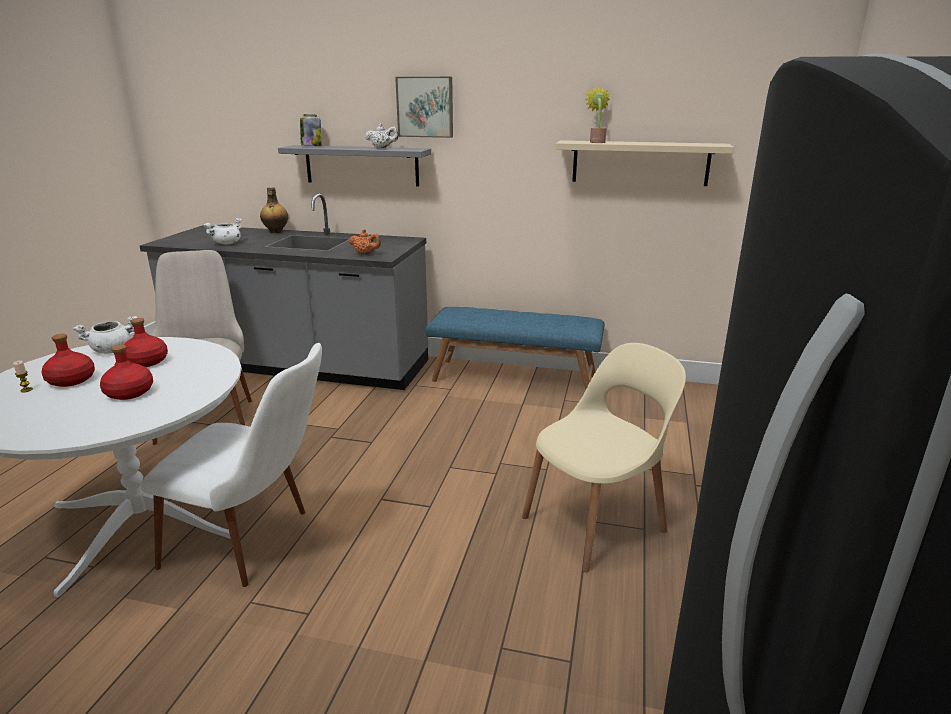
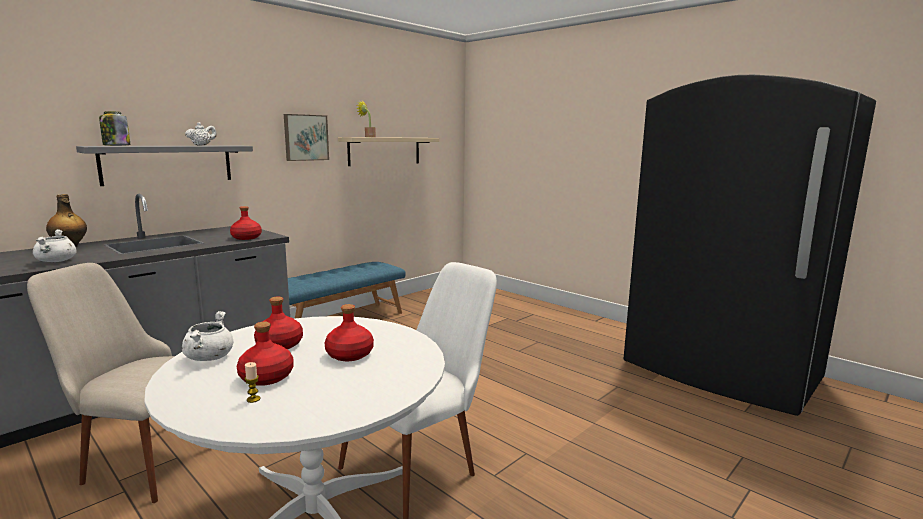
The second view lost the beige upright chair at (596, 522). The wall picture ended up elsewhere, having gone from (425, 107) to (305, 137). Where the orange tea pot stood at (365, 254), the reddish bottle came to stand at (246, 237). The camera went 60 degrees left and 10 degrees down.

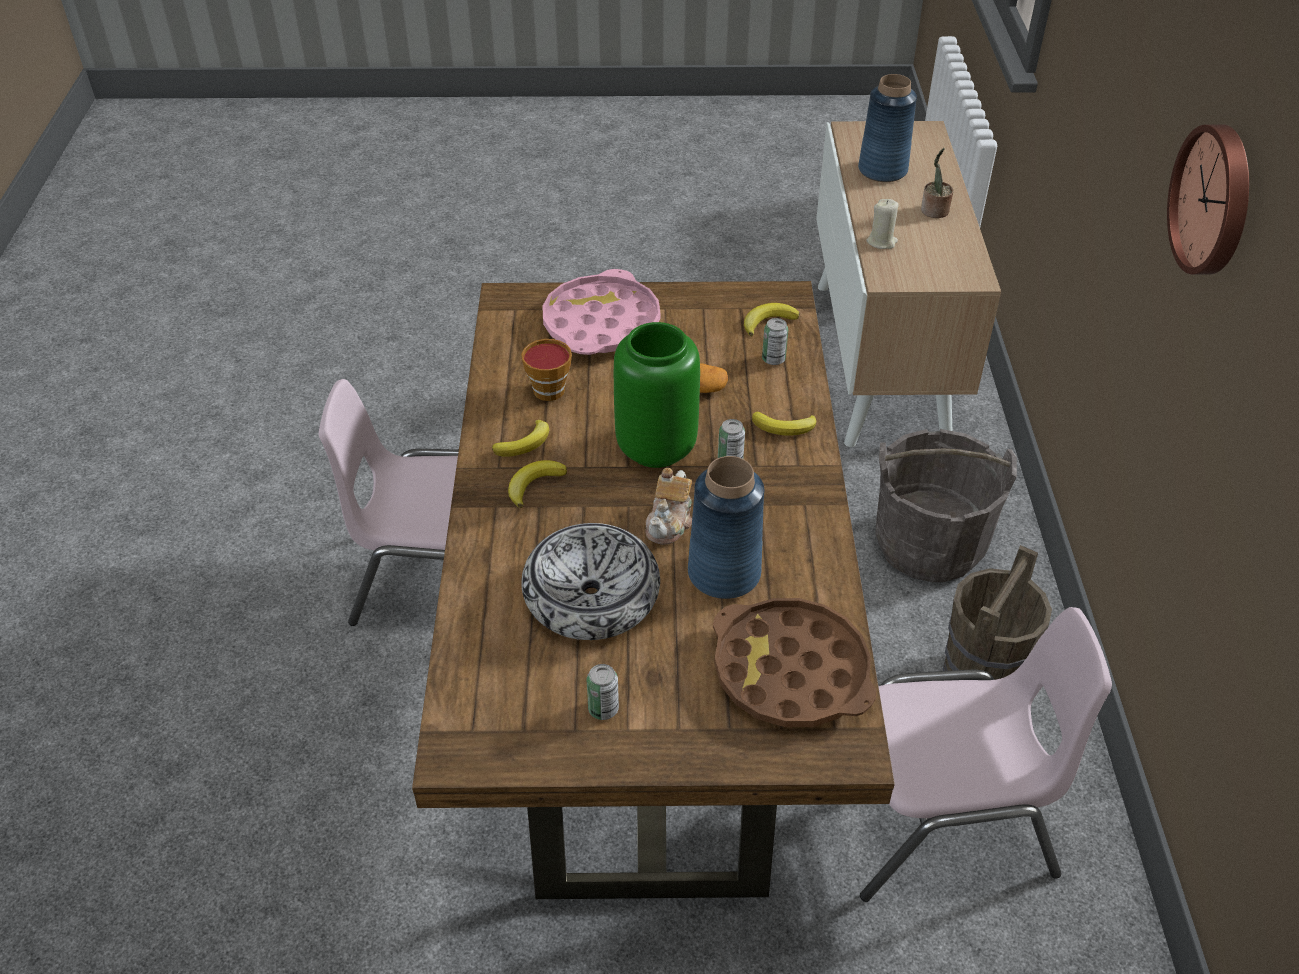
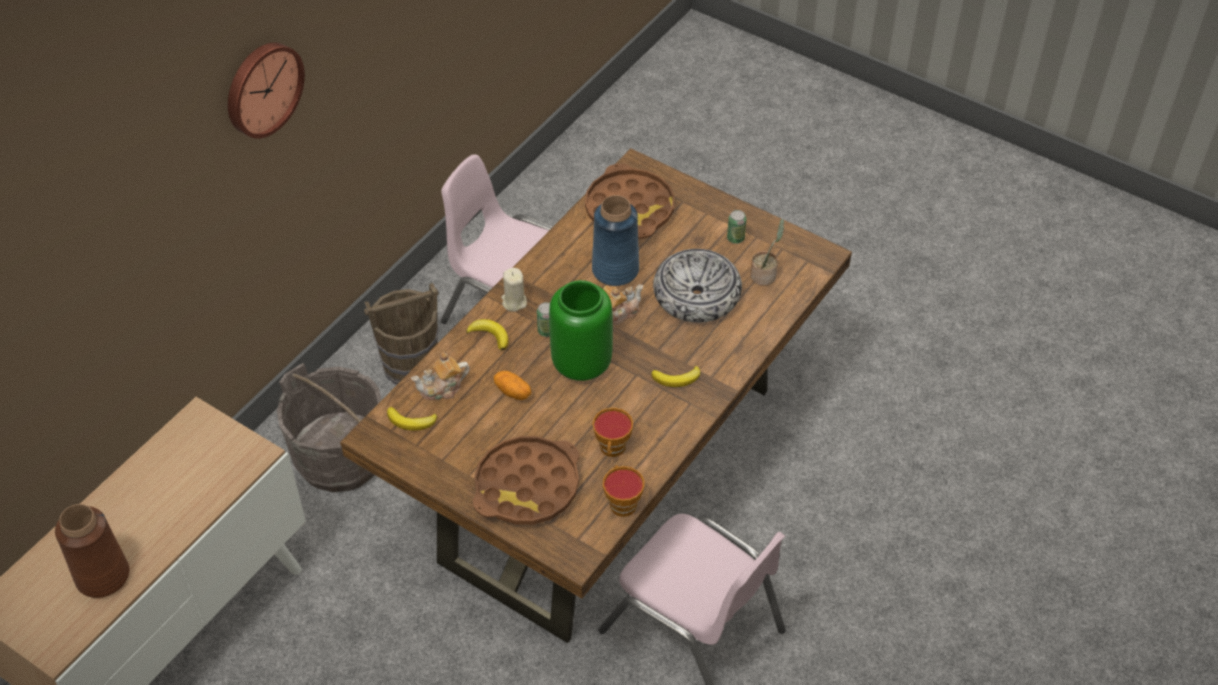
The second view lost the banana fruit at (525, 443). The second view gained the drinking cup at (621, 502). The beige wax light ended up elsewhere, having gone from (881, 242) to (514, 302). The plant in a pot ended up elsewhere, having gone from (934, 211) to (765, 275). Where the sealed can stood at (773, 359), the tea pot came to stand at (442, 388). What was the pink-coloured tray at (601, 324) turned into the brown-coloured tray at (527, 487). What was the blue decorative vase at (883, 170) turned into the brown-coloured decorative vase at (102, 576). The camera went 145 degrees left and 5 degrees up.

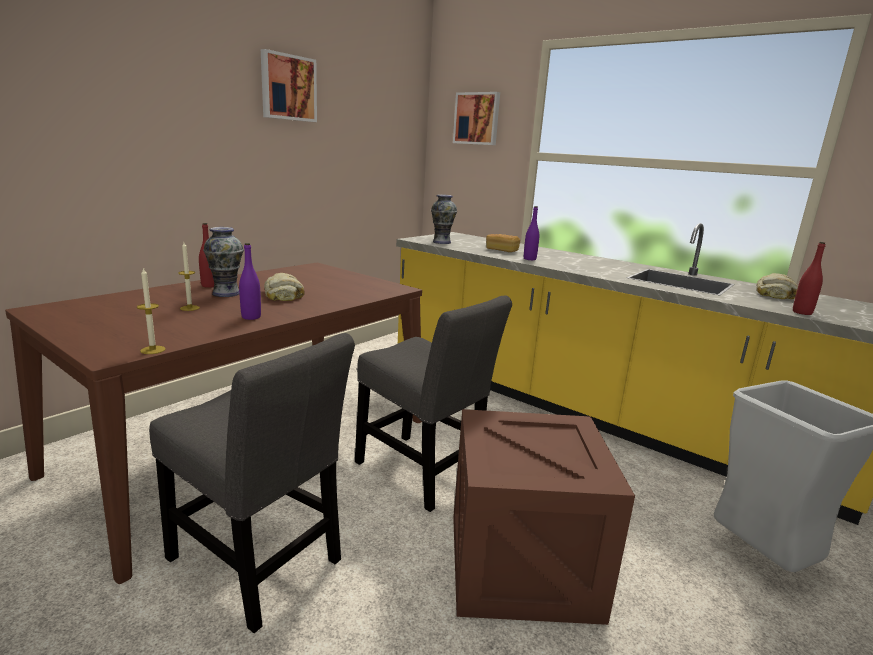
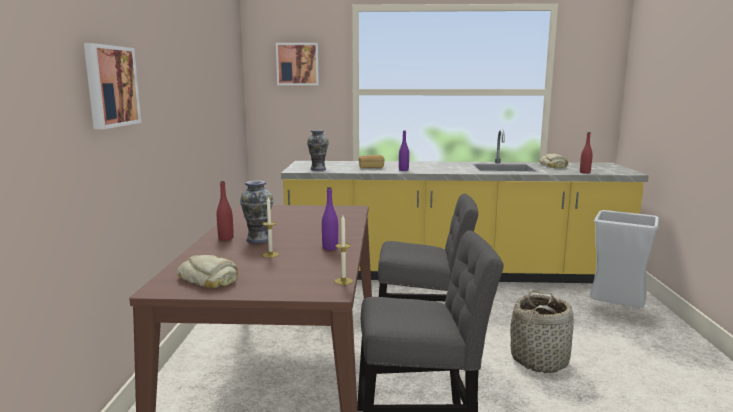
The wall picture ended up elsewhere, having gone from (288, 87) to (110, 86). The baked bread ended up elsewhere, having gone from (283, 294) to (209, 279). Where the packing crate stood at (521, 564), the basket came to stand at (539, 360). The camera went 35 degrees left and 5 degrees down.

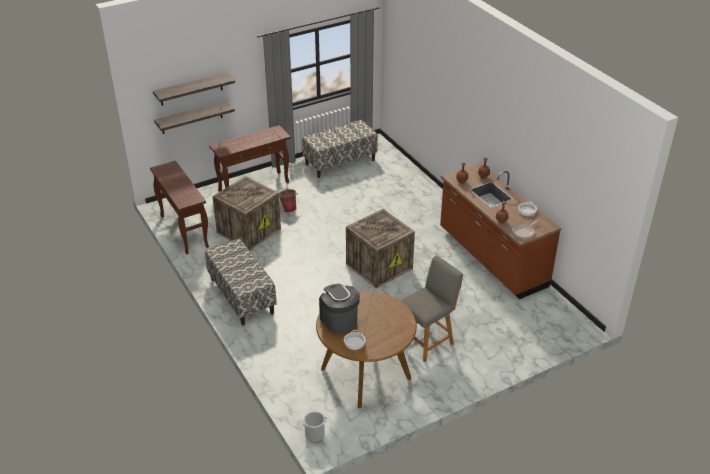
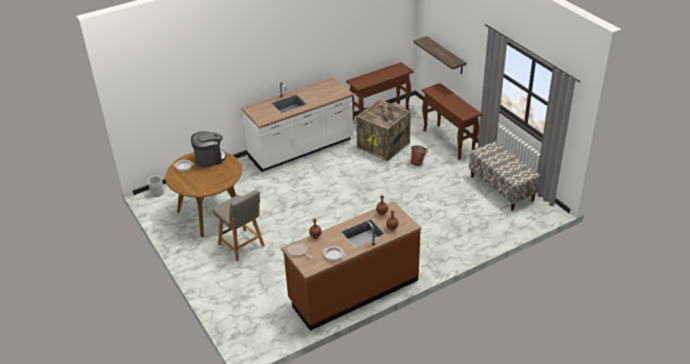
The second view lost the wall shelf at (191, 89). The second view lost the packing crate at (379, 265). Where the long seat stood at (241, 296), the white kitchen base unit came to stand at (301, 149). The camera went 90 degrees right and 0 degrees up.

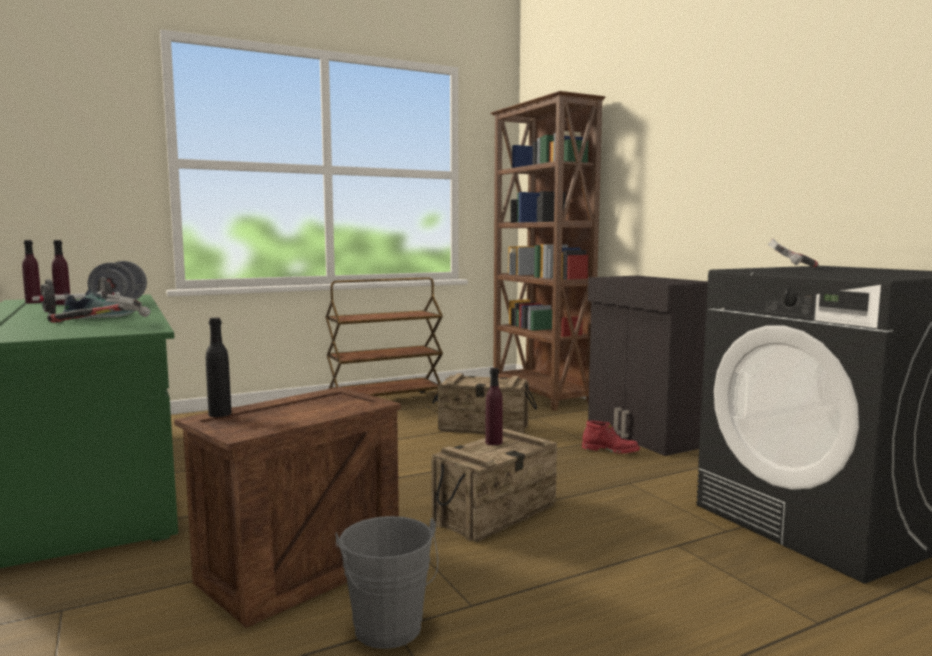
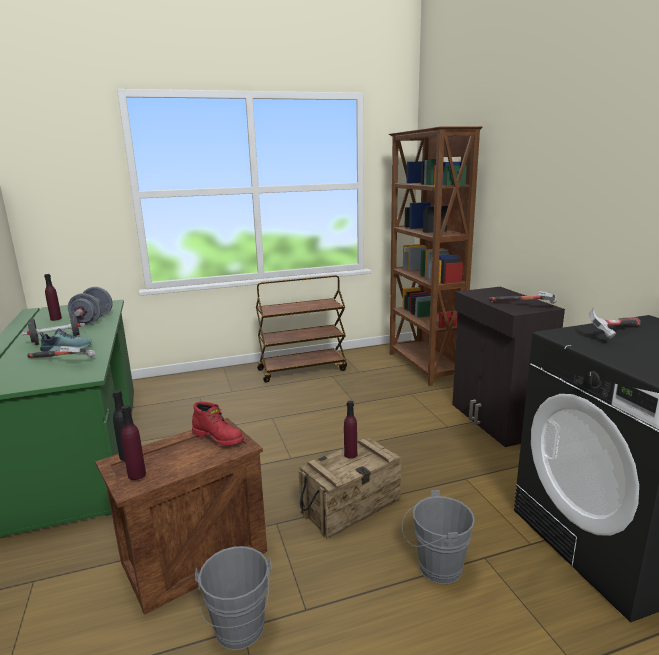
The second view lost the packing crate at (484, 427). The second view gained the gray bucket at (435, 567). The second view gained the tool hammer at (523, 306). The purple bottle ended up elsewhere, having gone from (33, 302) to (137, 475). The reddish boot ended up elsewhere, having gone from (610, 450) to (219, 437). The camera went 10 degrees right and 10 degrees up.

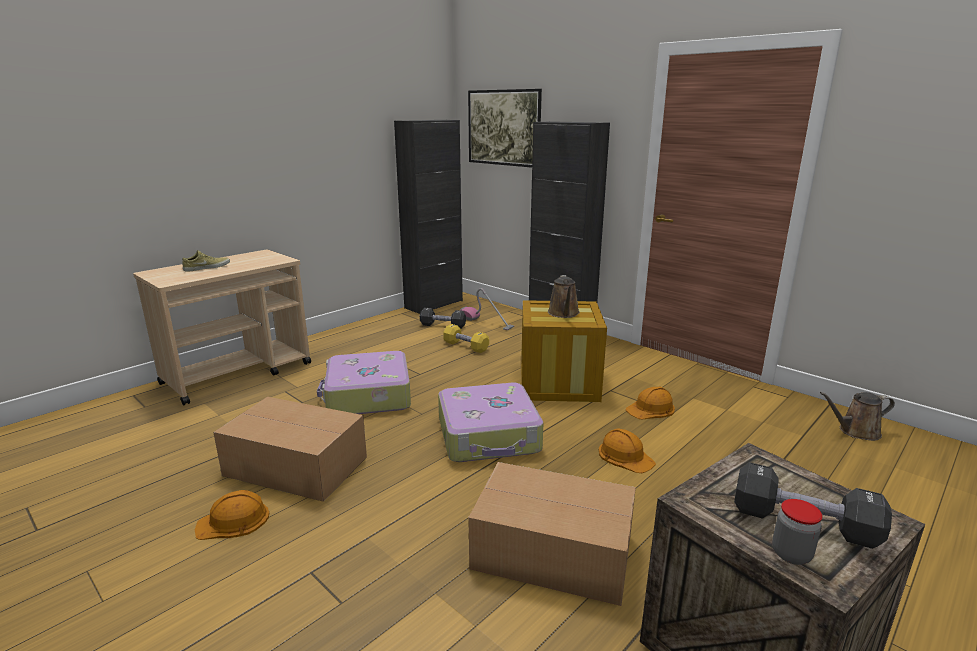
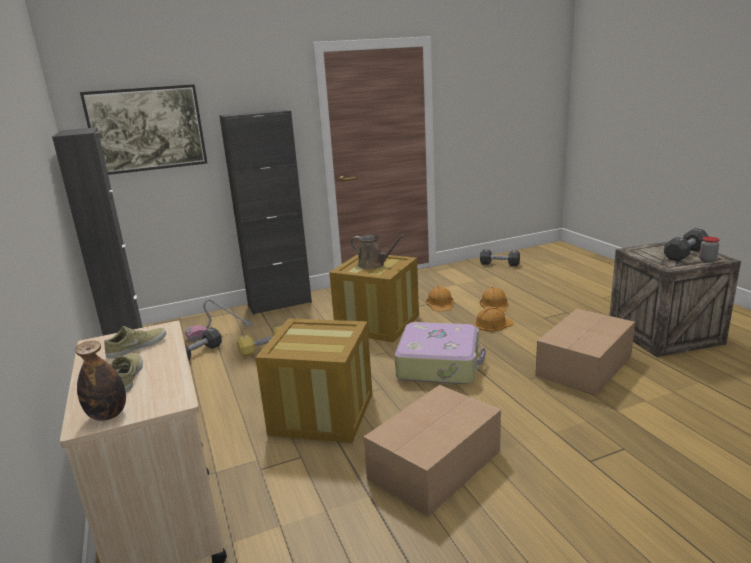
The second view gained the bottle at (108, 415). The second view gained the beige item of footwear at (137, 346). The orange hard hat ended up elsewhere, having gone from (233, 521) to (494, 304). Where the travel case stood at (367, 396), the packing crate came to stand at (322, 413). Where the brown-coloured sprinkling can stood at (855, 431), the black dumbbell came to stand at (499, 264). The camera went 65 degrees left and 0 degrees up.

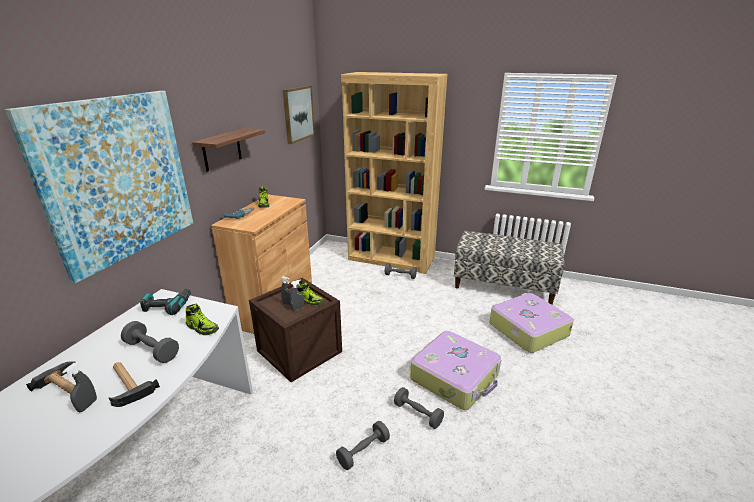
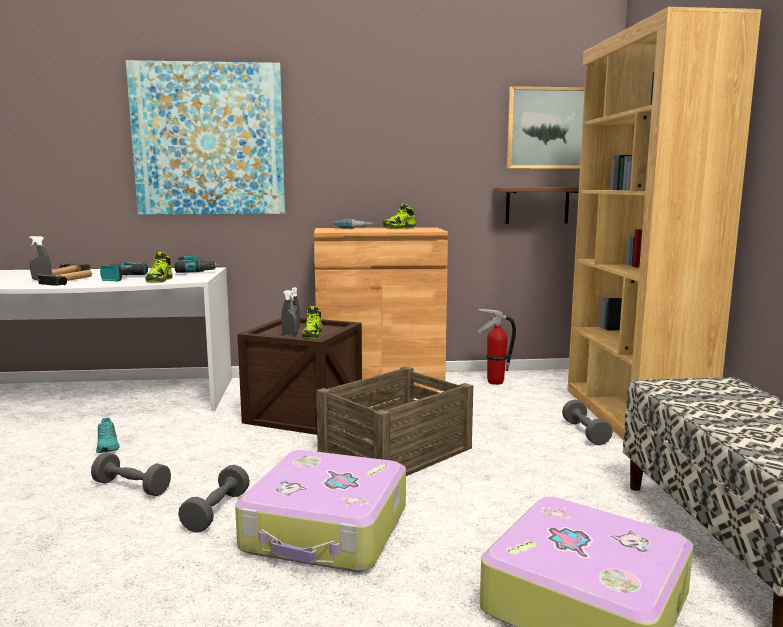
The second view gained the turquoise item of footwear at (108, 445). The second view gained the packing crate at (396, 451). The second view gained the extinguisher at (494, 382). The wall shelf ended up elsewhere, having gone from (222, 149) to (537, 205). Where the gray dumbbell stood at (152, 350), the drill came to stand at (118, 278). The camera went 65 degrees right and 15 degrees down.

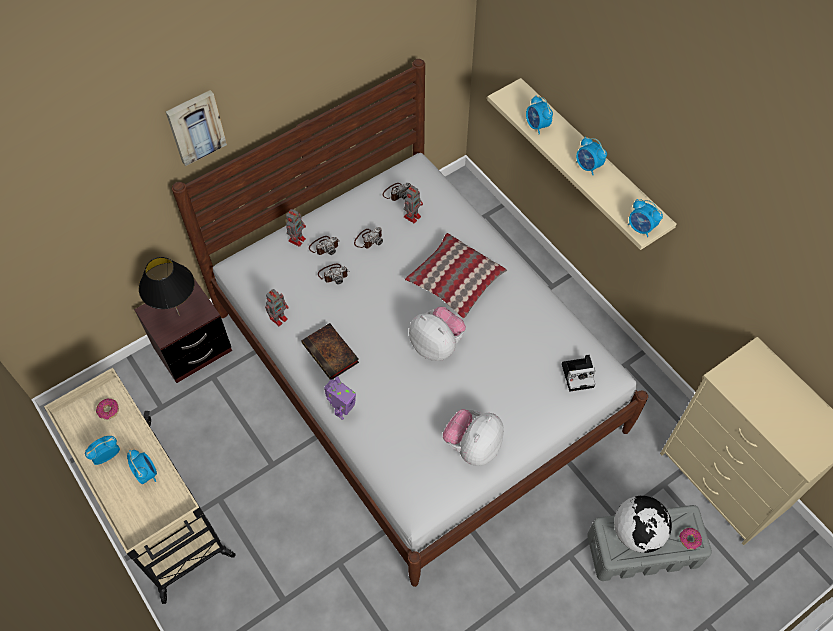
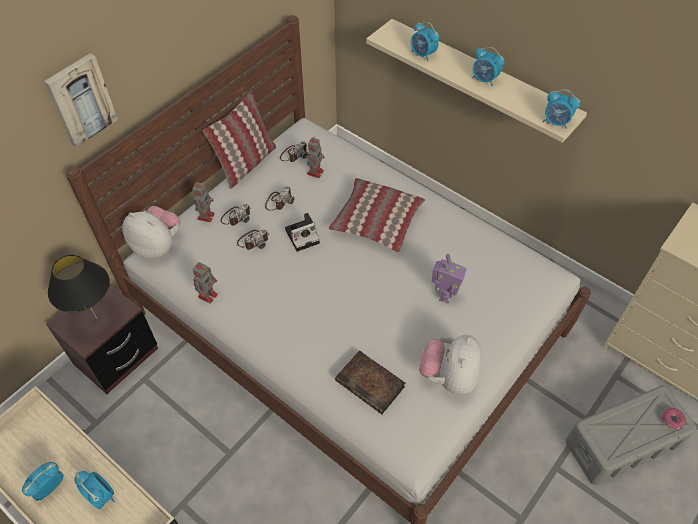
The second view lost the doughnut at (108, 411). The second view lost the world globe at (637, 532). The second view gained the throw pillow at (246, 164). The volume ended up elsewhere, having gone from (331, 354) to (371, 384). The model robot ended up elsewhere, having gone from (342, 410) to (444, 295). The cuddly toy ended up elsewhere, having gone from (437, 345) to (158, 245). The still camera ended up elsewhere, having gone from (579, 374) to (303, 235). The camera went 15 degrees left and 5 degrees down.

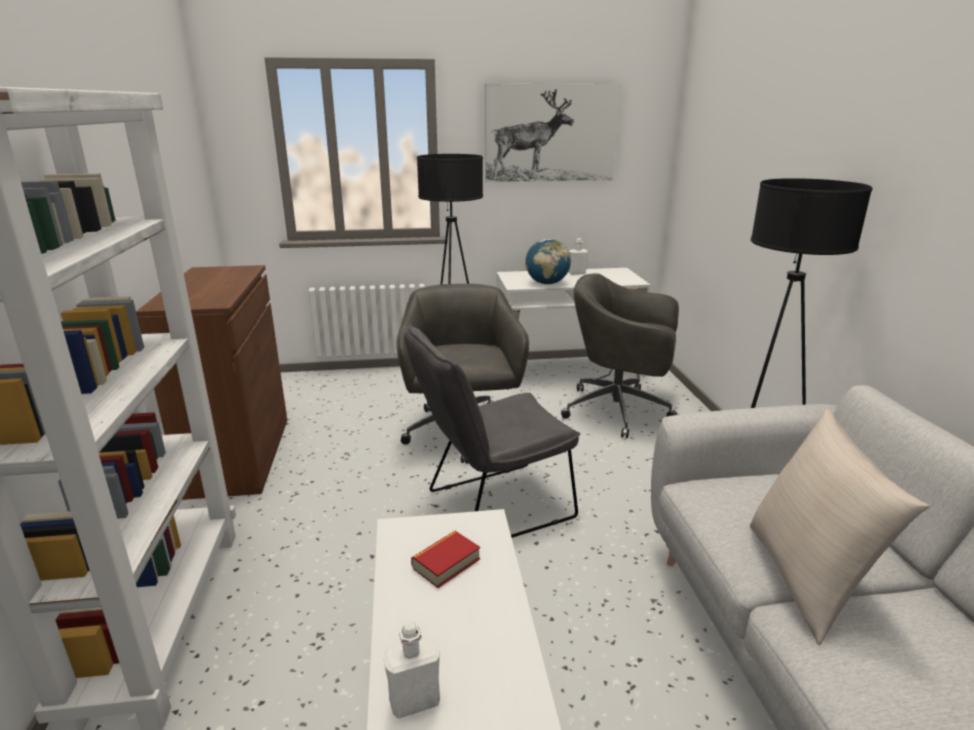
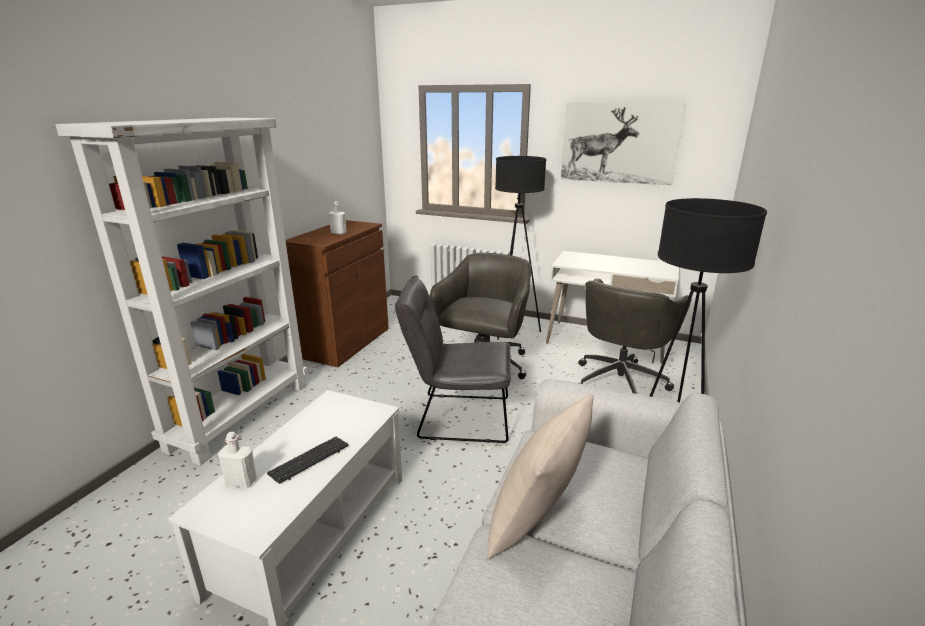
The second view lost the volume at (446, 563). The second view lost the world globe at (547, 283). The second view gained the keyboard at (309, 460). The white bottle ended up elsewhere, having gone from (577, 273) to (338, 233). The gray desk chair at (620, 411) ended up facing another way, 105 degrees counterclockwise from before. The camera went 30 degrees right and 0 degrees up.

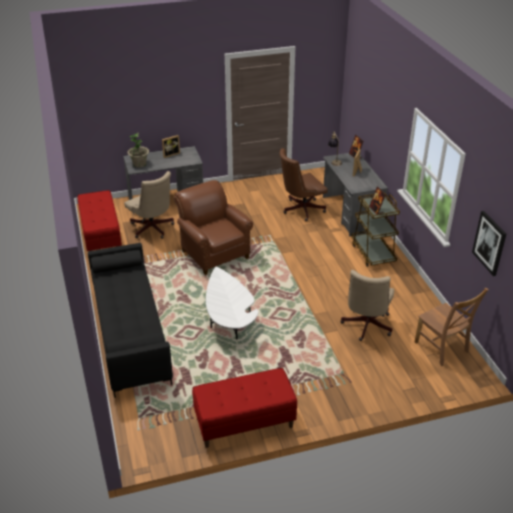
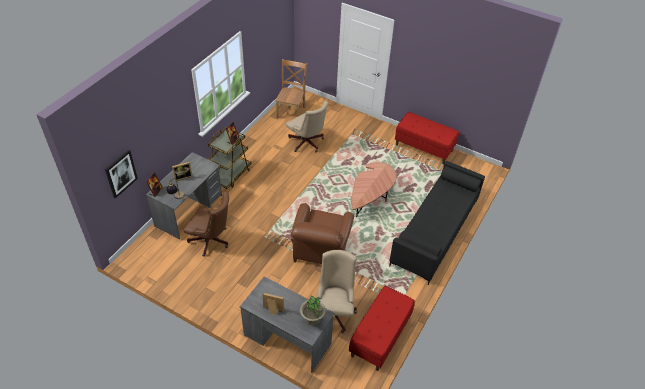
The wall picture ended up elsewhere, having gone from (489, 243) to (121, 173). What was the white lounge table at (229, 321) turned into the brown-coloured lounge table at (371, 198). The beige desk chair at (365, 326) ended up facing another way, 75 degrees clockwise from before. The camera went 135 degrees left and 10 degrees up.

